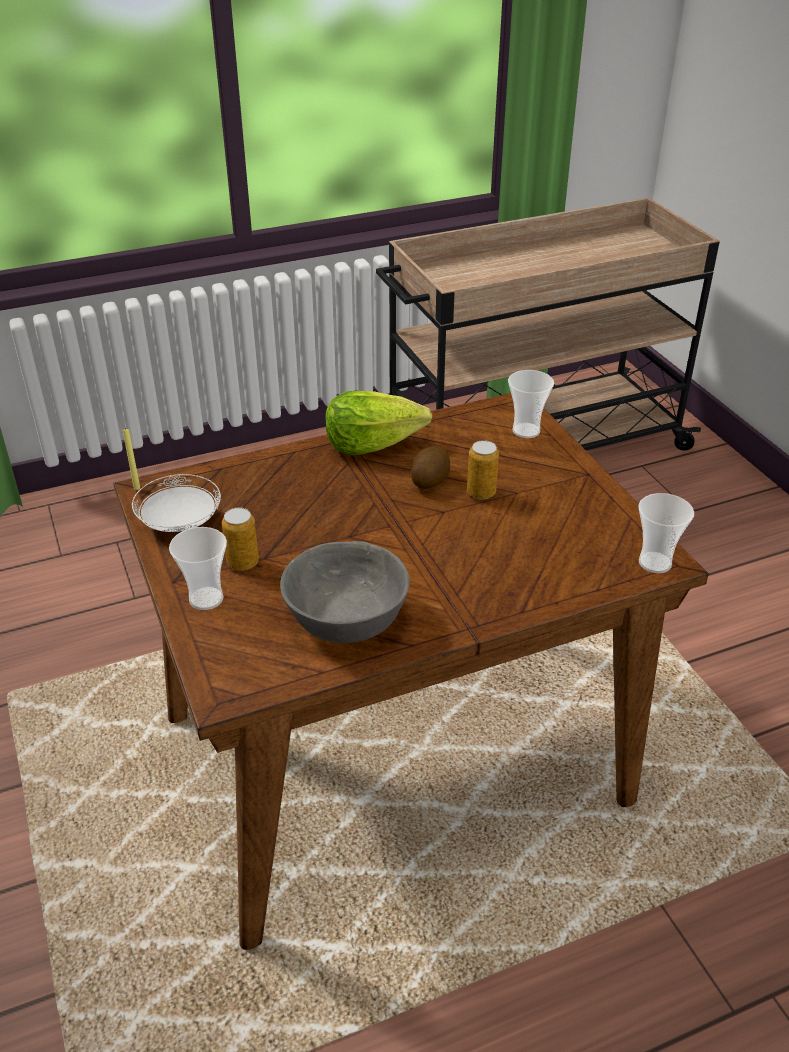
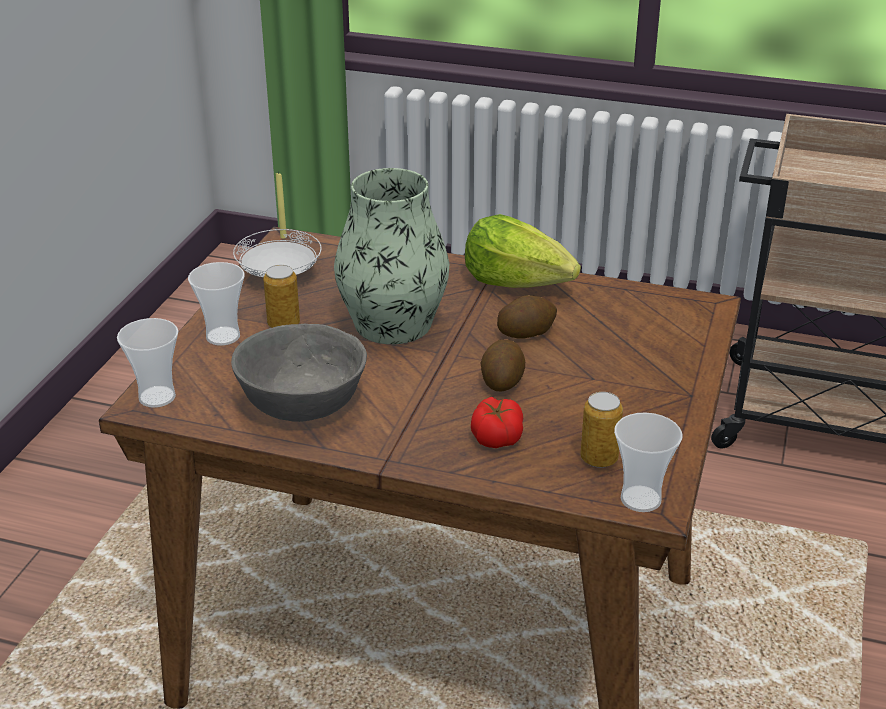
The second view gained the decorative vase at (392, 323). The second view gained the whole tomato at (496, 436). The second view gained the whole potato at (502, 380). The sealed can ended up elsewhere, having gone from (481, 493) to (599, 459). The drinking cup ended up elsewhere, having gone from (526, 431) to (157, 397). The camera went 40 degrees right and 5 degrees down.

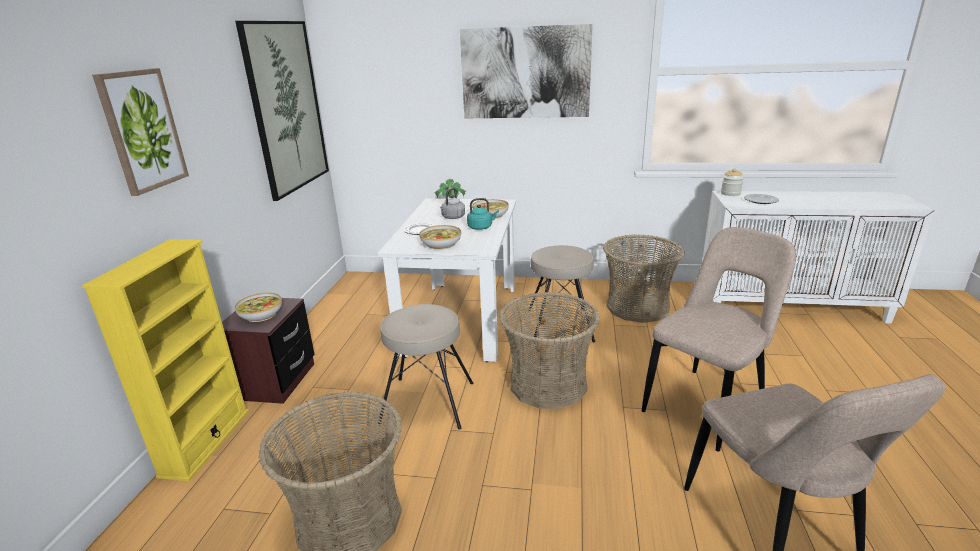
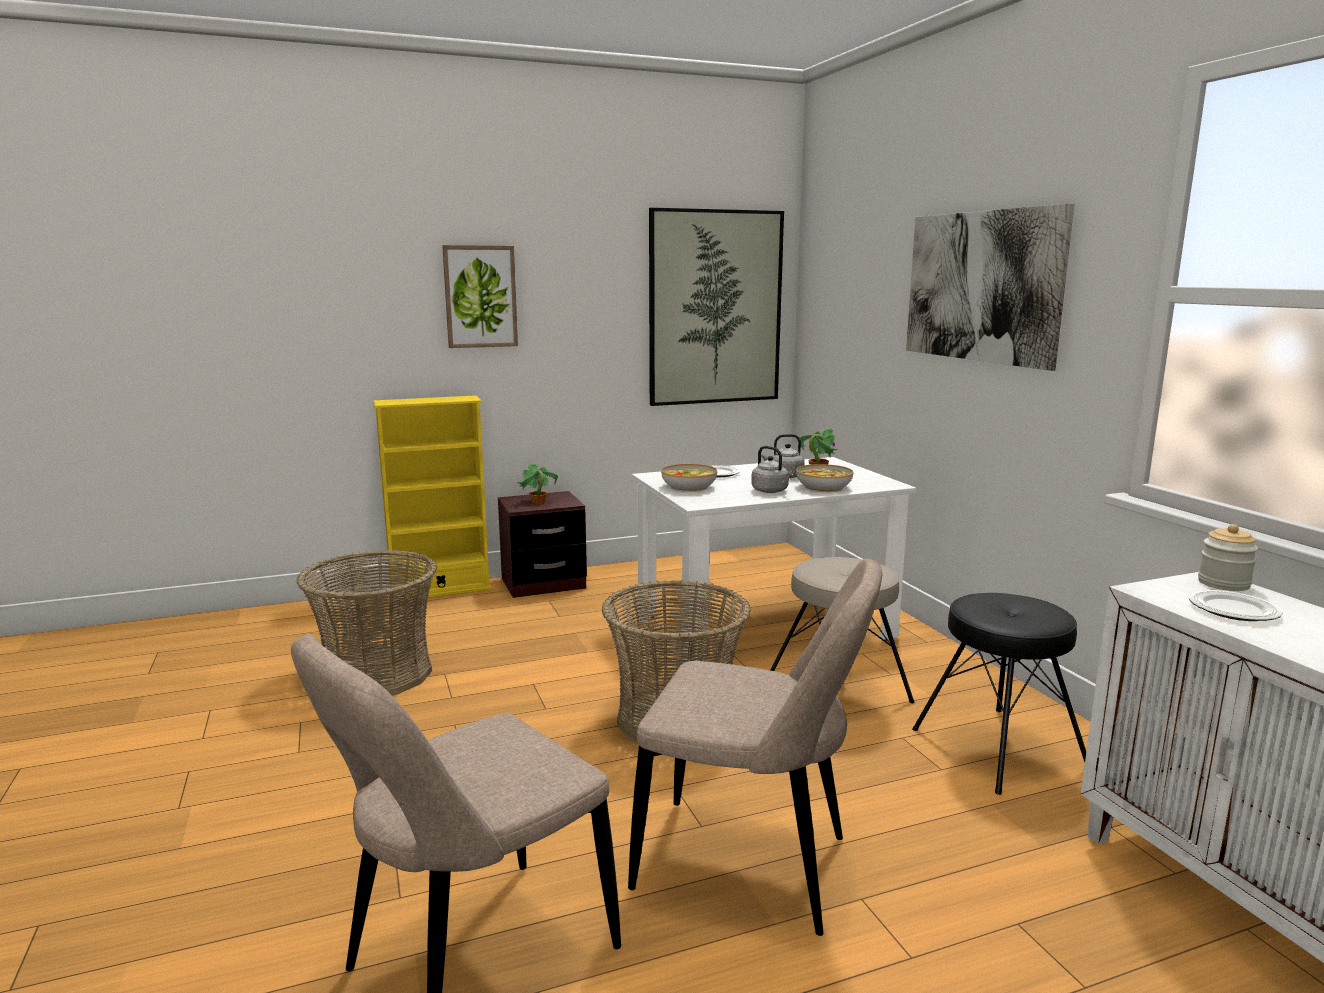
The second view lost the beige stool seat at (427, 403). Where the serving bowl stood at (261, 314), the plant in a pot came to stand at (538, 502). Where the basket stood at (637, 307), the black stool seat came to stand at (997, 749). What was the turquoise tea kettle at (481, 227) turned into the gray tea kettle at (771, 491). The camera went 60 degrees right and 10 degrees down.

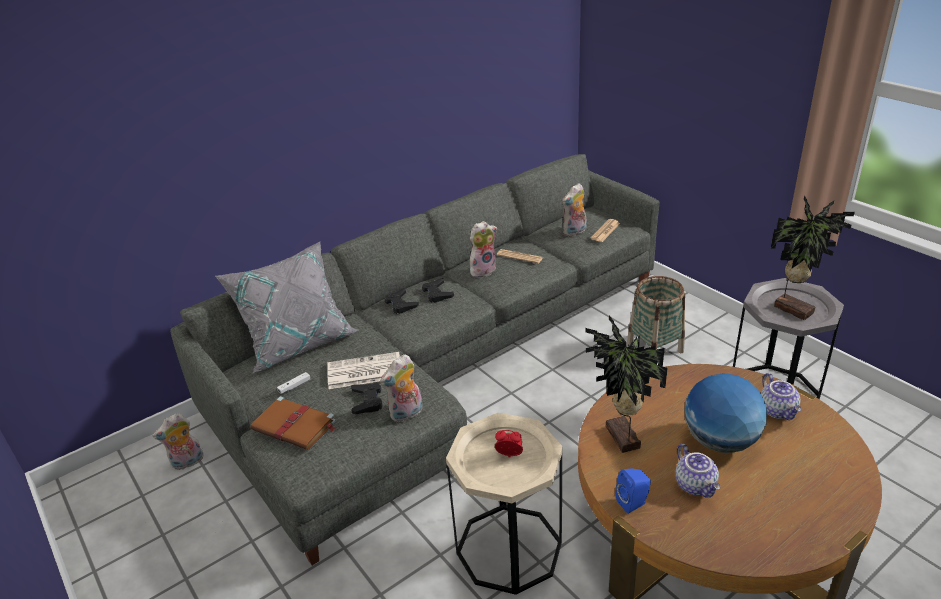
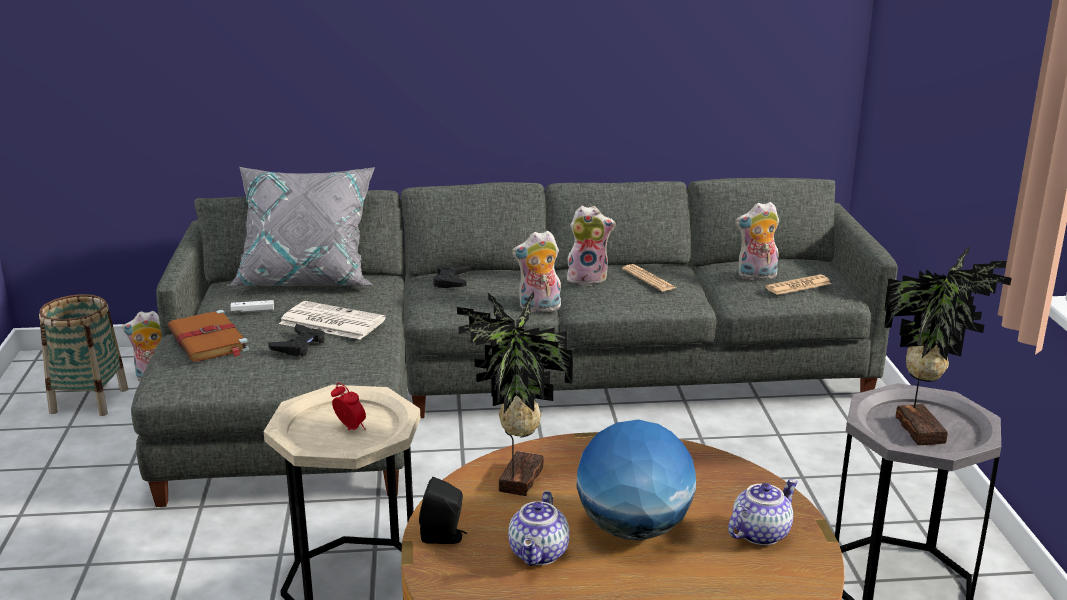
The second view lost the black gamepad at (437, 293). The cuddly toy ended up elsewhere, having gone from (406, 414) to (539, 308). The basket ended up elsewhere, having gone from (655, 348) to (89, 401). What was the blue audio speaker at (633, 503) turned into the black audio speaker at (444, 537). The tea pot at (778, 410) ended up facing another way, 150 degrees counterclockwise from before. The camera went 30 degrees right and 10 degrees down.

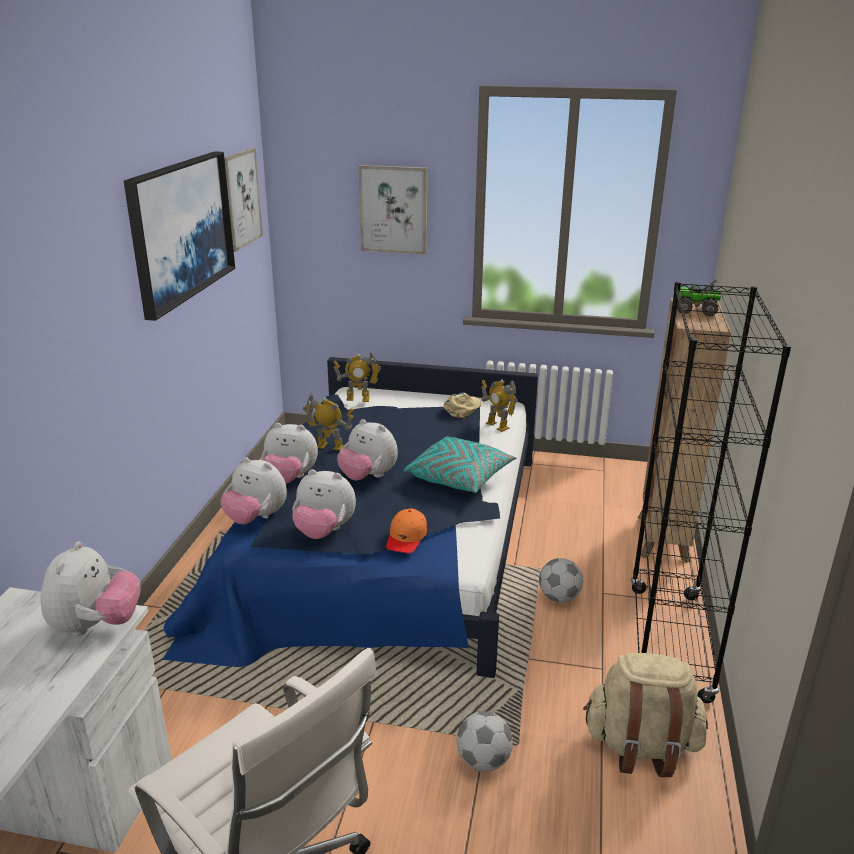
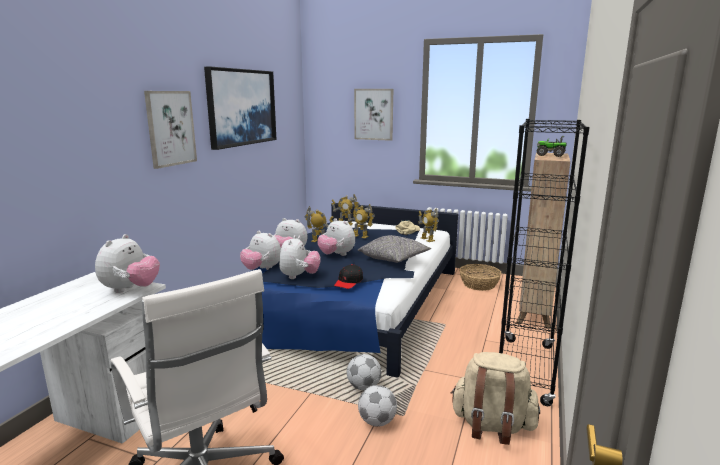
The second view gained the model robot at (360, 236). The second view gained the basket at (479, 284). The wall picture ended up elsewhere, having gone from (241, 199) to (170, 128). The football ended up elsewhere, having gone from (559, 597) to (364, 387). What was the orange peaked cap at (406, 538) turned into the black peaked cap at (349, 282). What was the turquoise throw pillow at (460, 478) turned into the gray throw pillow at (394, 259). The cuddly toy at (324, 531) ended up facing another way, 105 degrees counterclockwise from before. The camera went 10 degrees right and 10 degrees down.

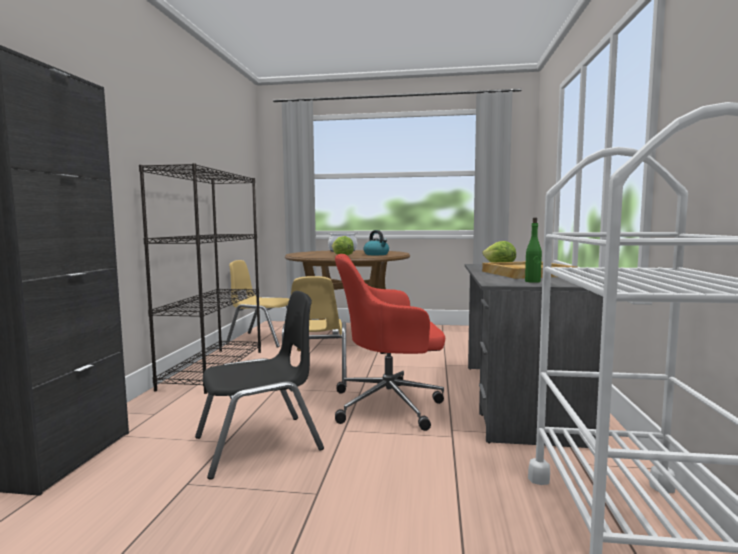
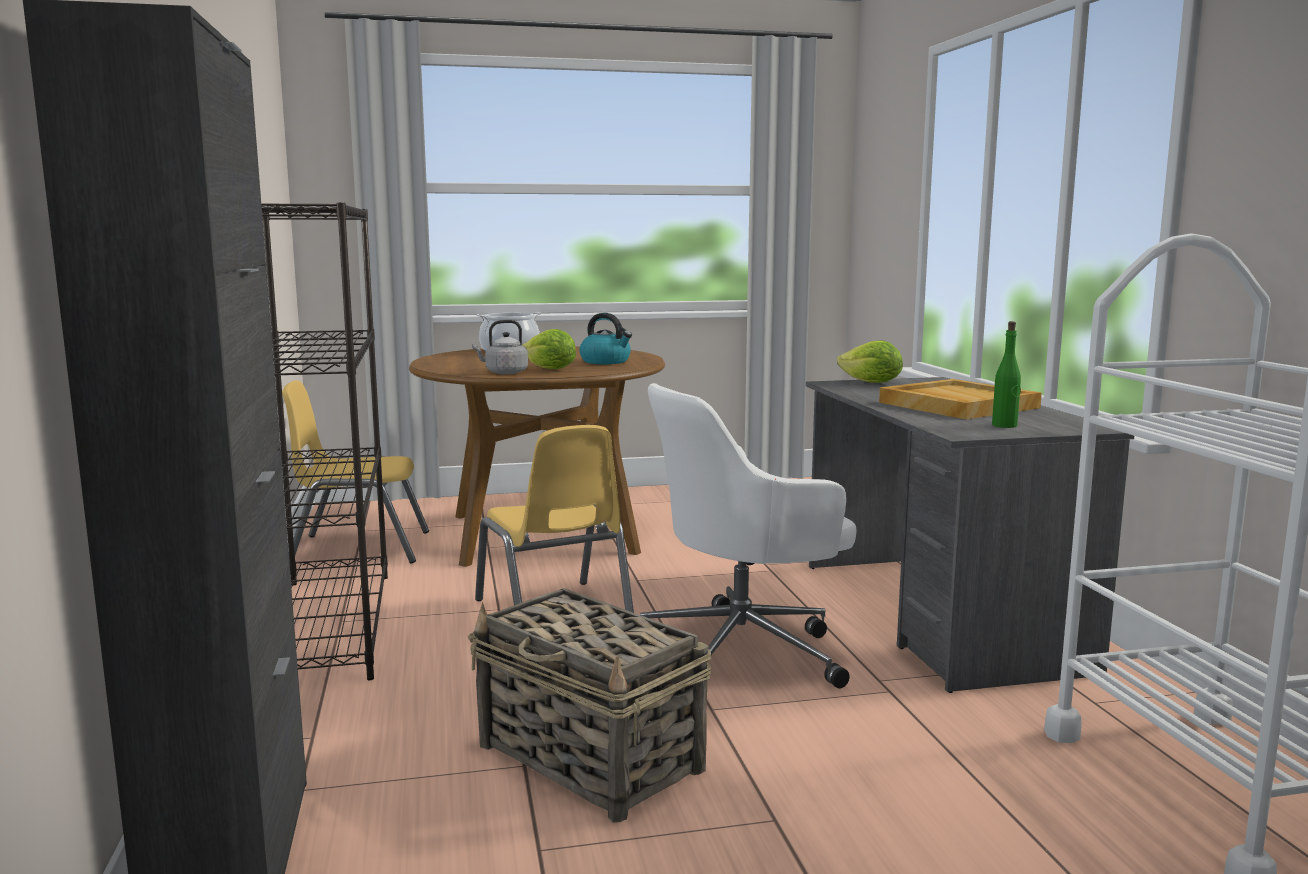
The second view gained the gray tea kettle at (504, 373). Where the black upright chair stood at (259, 444), the basket came to stand at (591, 759). What was the reddish desk chair at (390, 404) turned into the white desk chair at (743, 651). The camera went 20 degrees left and 5 degrees up.

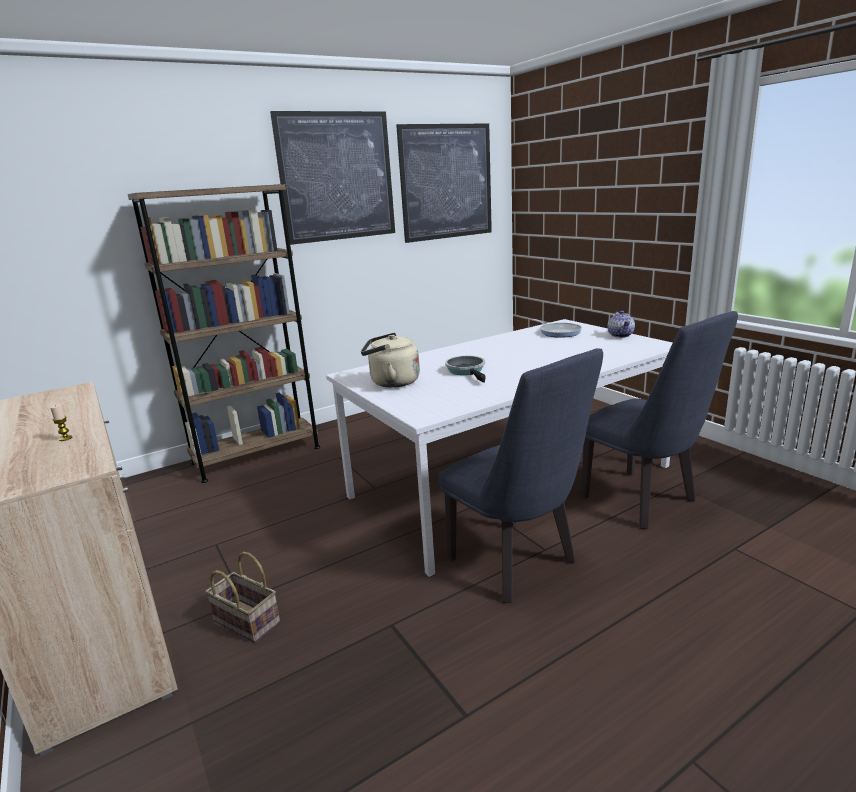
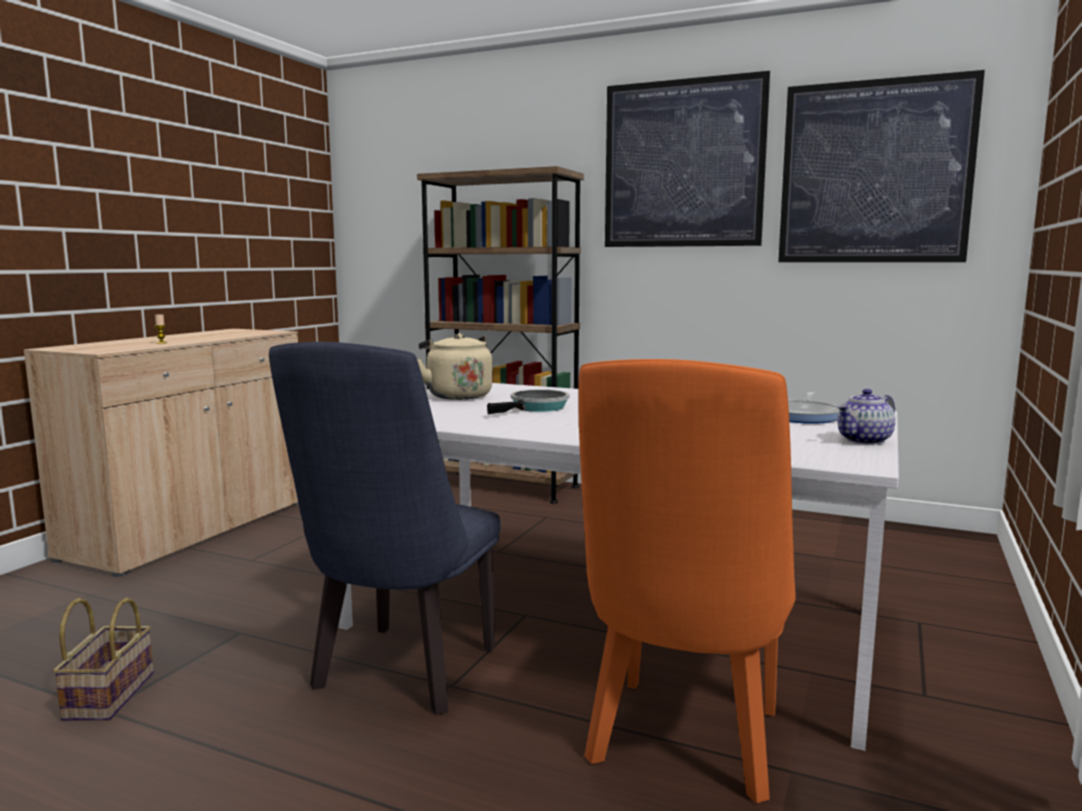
The basket ended up elsewhere, having gone from (244, 621) to (109, 694). What was the blue upright chair at (645, 502) turned into the orange upright chair at (683, 747). The camera went 55 degrees right and 10 degrees down.

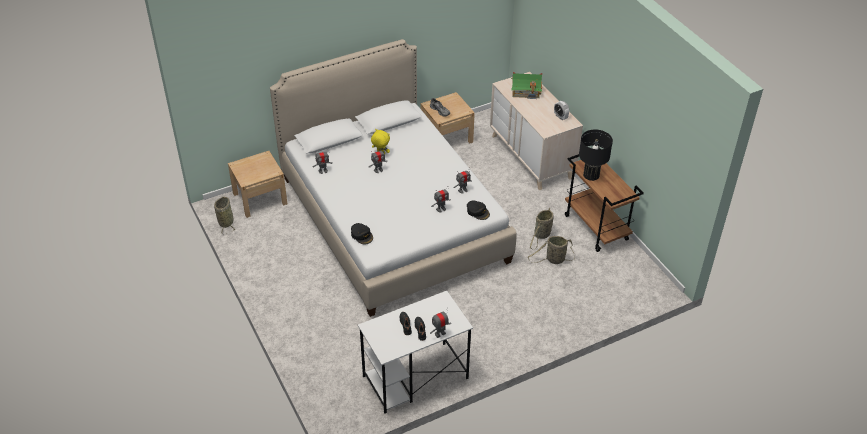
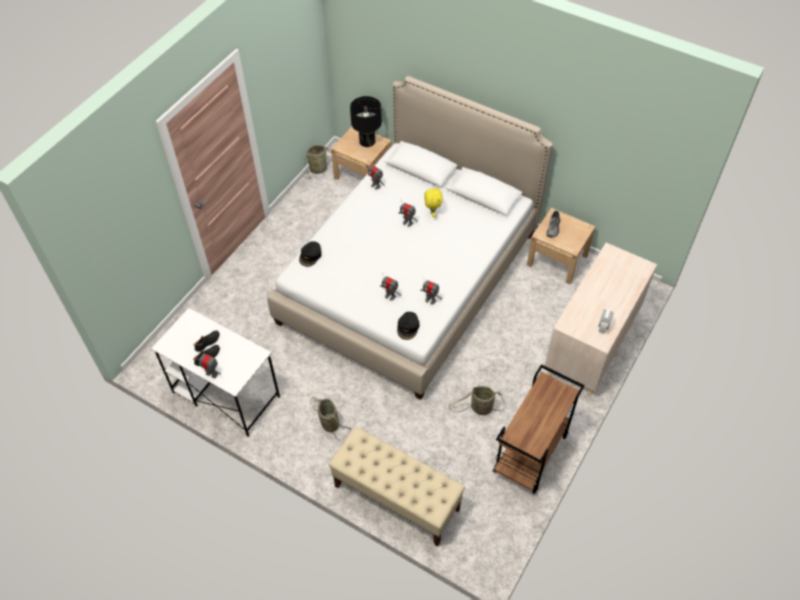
The second view lost the model house at (526, 92). The second view gained the beige long seat at (396, 498). The basket ended up elsewhere, having gone from (554, 260) to (329, 423). The black table lamp ended up elsewhere, having gone from (591, 175) to (367, 141). The camera went 60 degrees right and 10 degrees up.

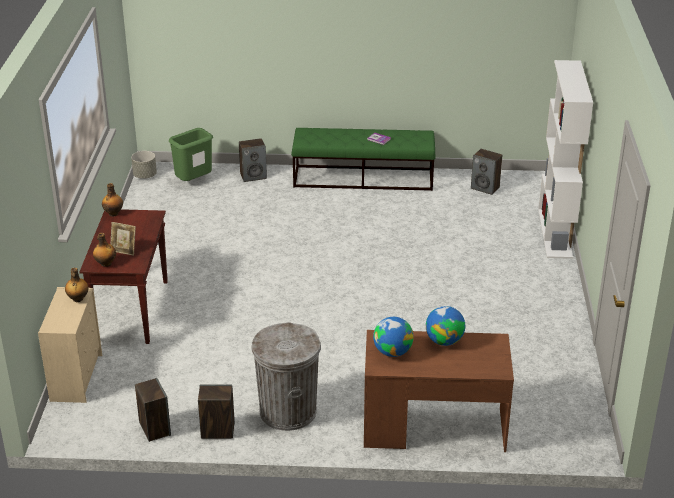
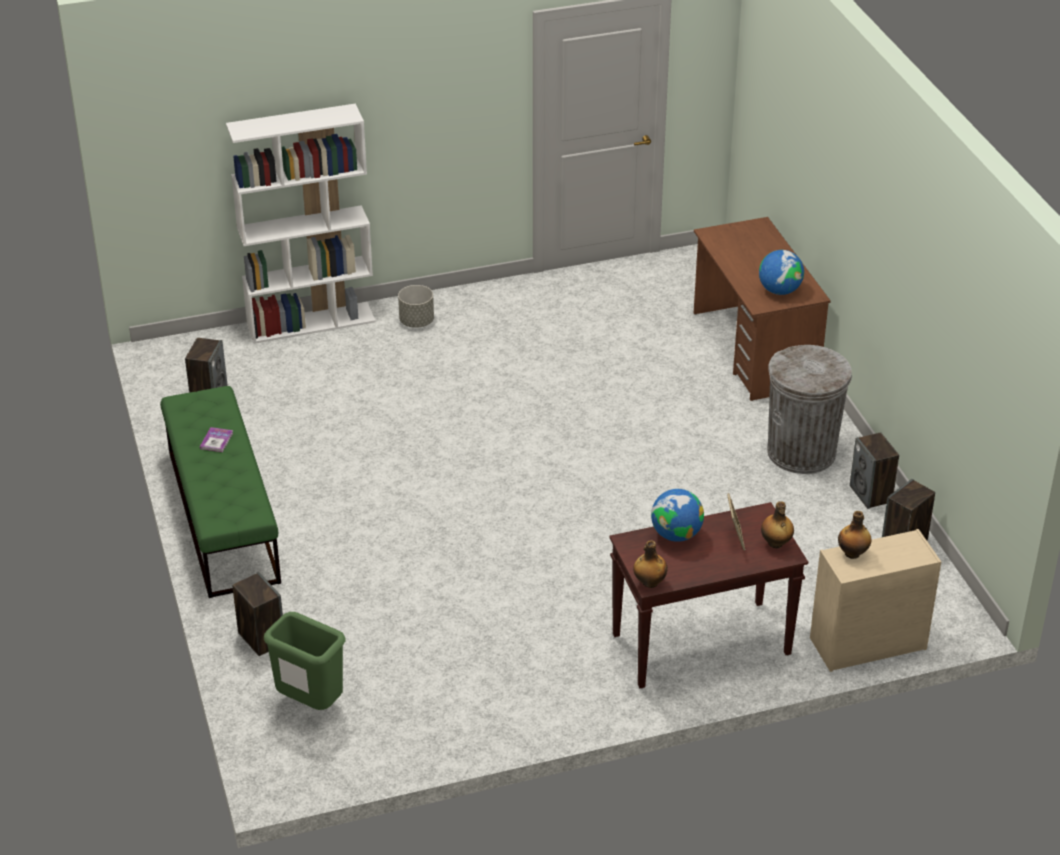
The gray planter ended up elsewhere, having gone from (145, 175) to (416, 321). The world globe ended up elsewhere, having gone from (444, 341) to (676, 534). The camera went 110 degrees left and 5 degrees up.

